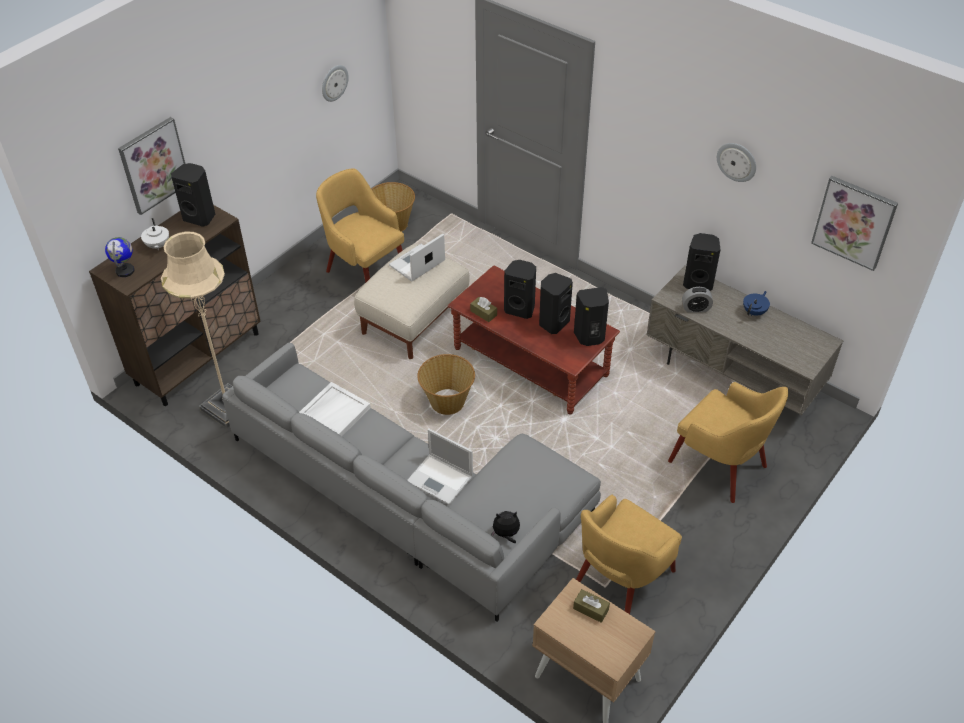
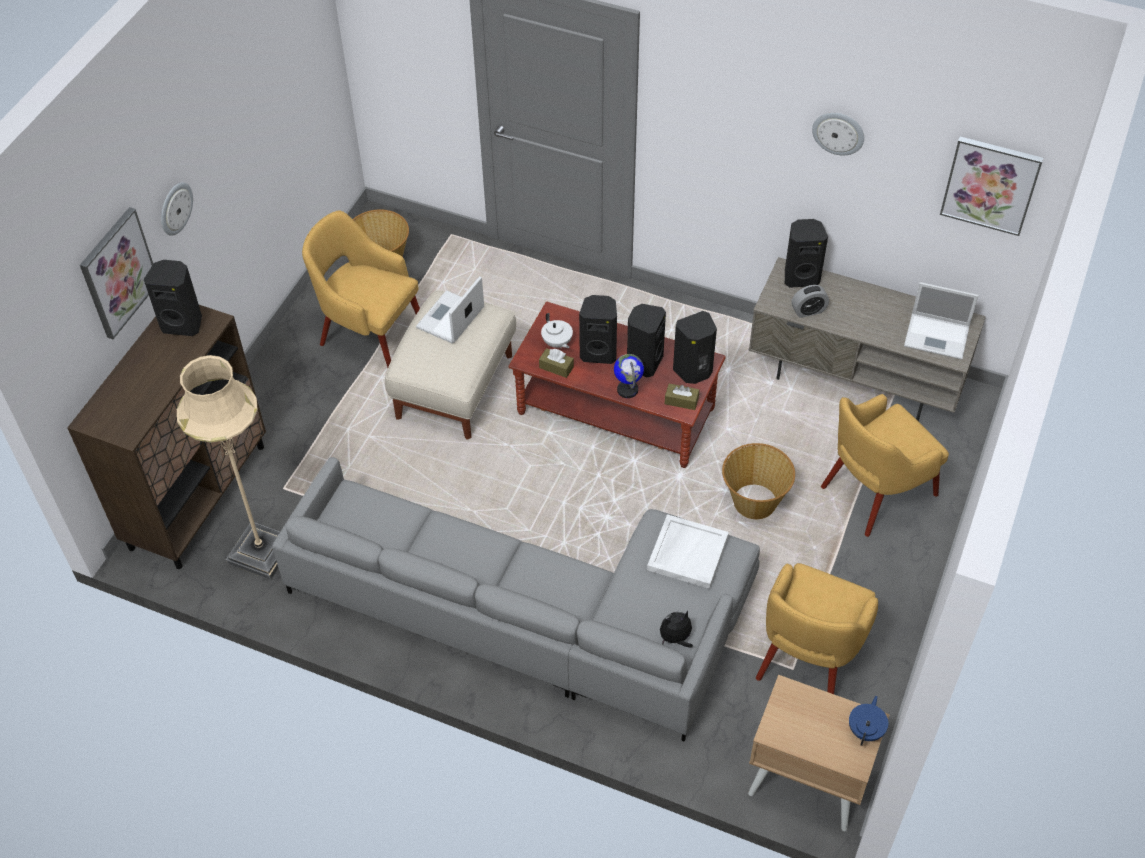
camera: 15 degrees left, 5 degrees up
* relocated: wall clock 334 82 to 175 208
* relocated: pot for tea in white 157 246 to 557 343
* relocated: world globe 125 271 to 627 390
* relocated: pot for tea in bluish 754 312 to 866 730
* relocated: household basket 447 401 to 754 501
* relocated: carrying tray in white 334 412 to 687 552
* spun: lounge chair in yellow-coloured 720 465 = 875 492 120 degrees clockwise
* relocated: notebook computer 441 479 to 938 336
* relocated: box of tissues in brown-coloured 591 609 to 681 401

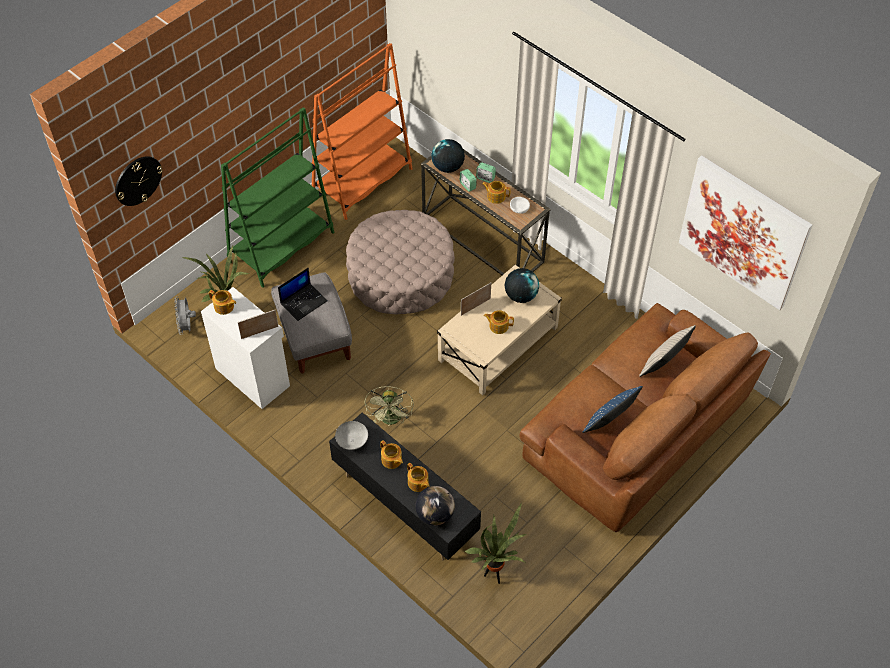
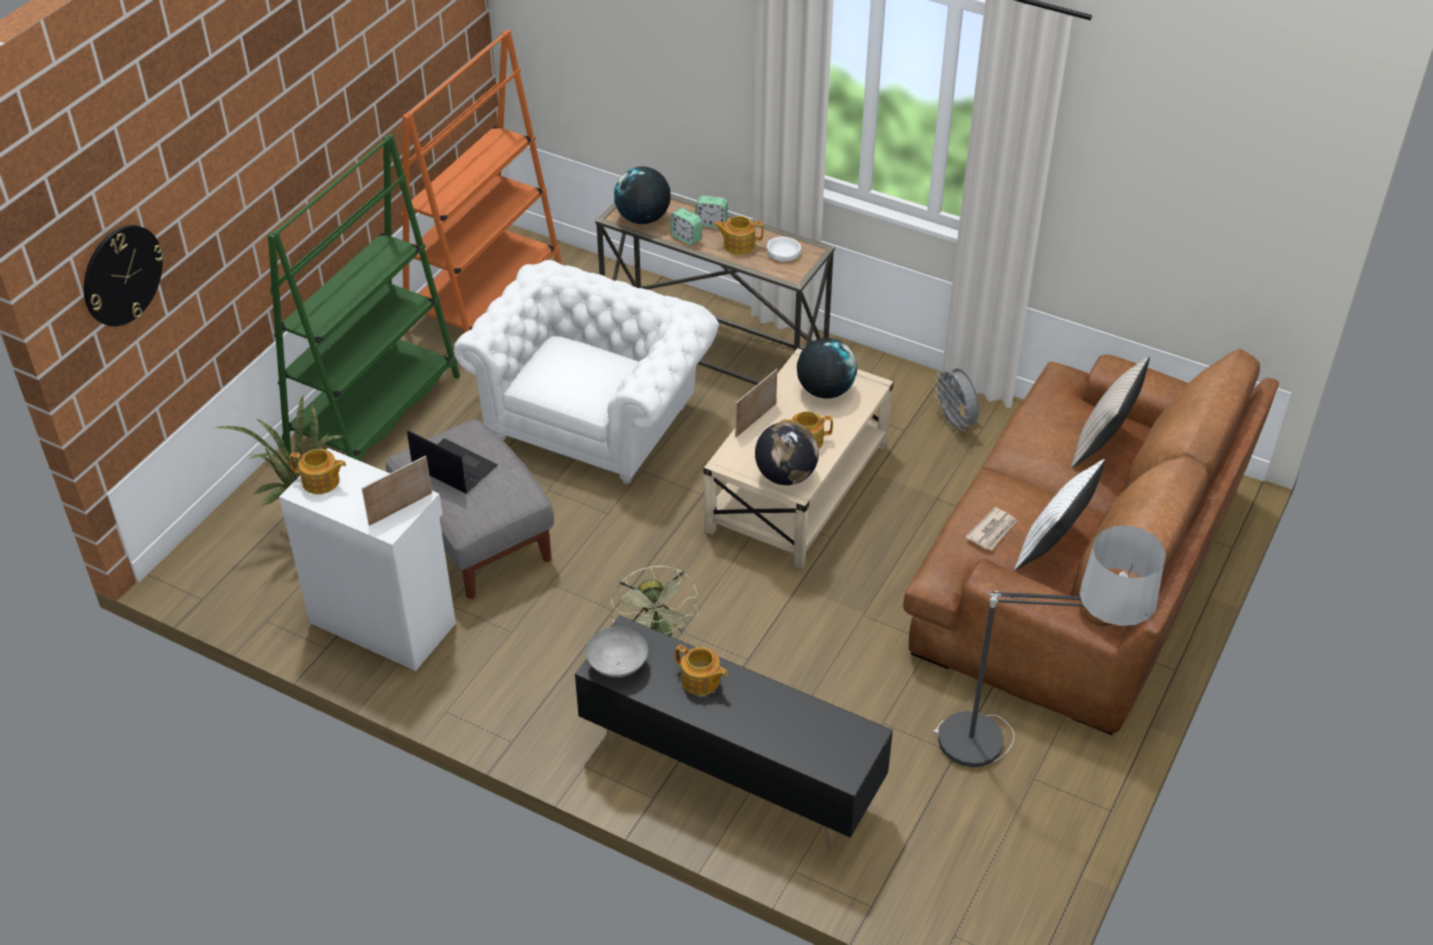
camera: 15 degrees left, 10 degrees down
* missing: wall picture 743 232
* exchanged: pouffe in beige 401 275 to lounge chair in white 595 418
* spun: notebook computer 304 302 = 453 467 90 degrees counterclockwise
* relocated: fan in gray 187 326 to 955 423
* colour: cushion in bluish 609 423 to cushion in white 1053 546
* missing: pot for tea 418 483
* relocated: world globe 435 514 to 786 475
* missing: houseplant 495 575
* appeared: printed paper 992 531
* appeared: standard lamp 1020 761

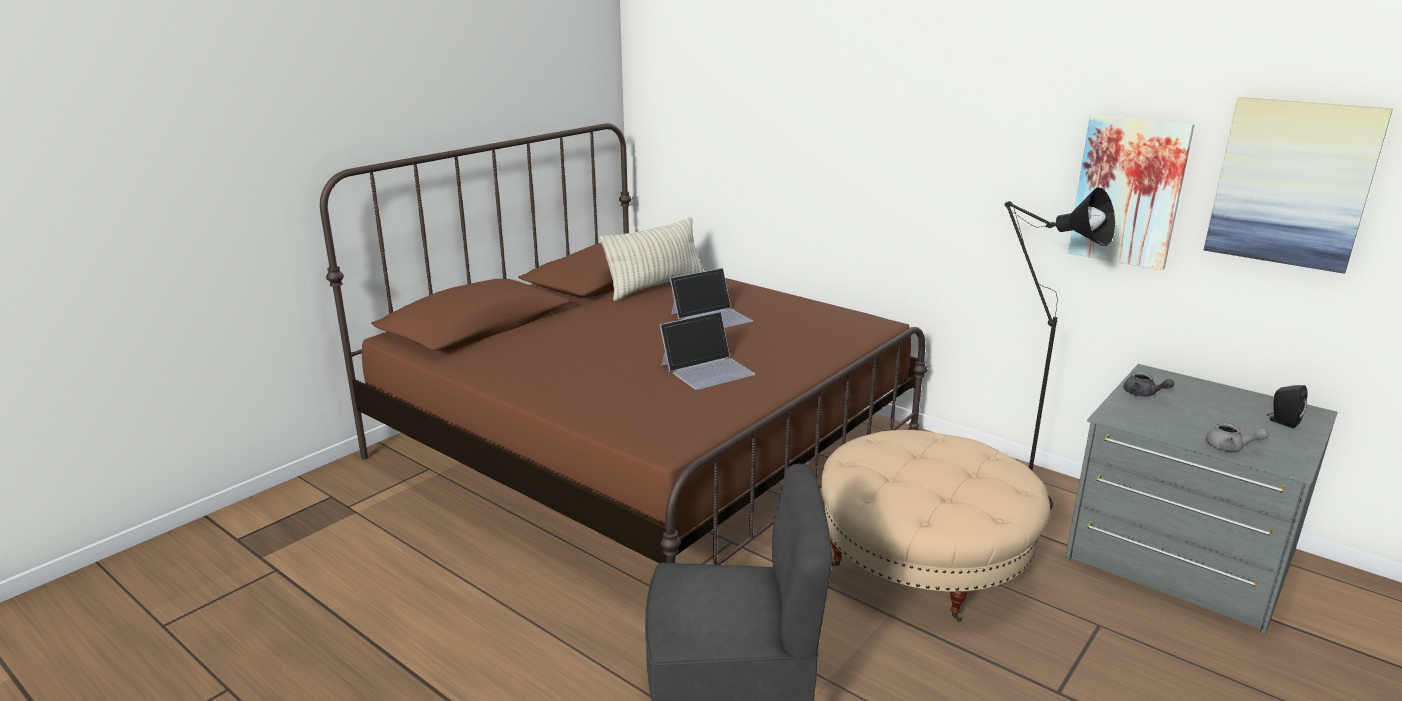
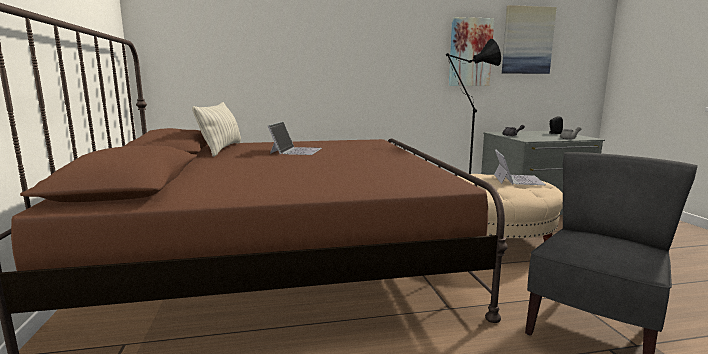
camera: 50 degrees left, 10 degrees down
* relocated: notebook computer 708 369 to 517 179

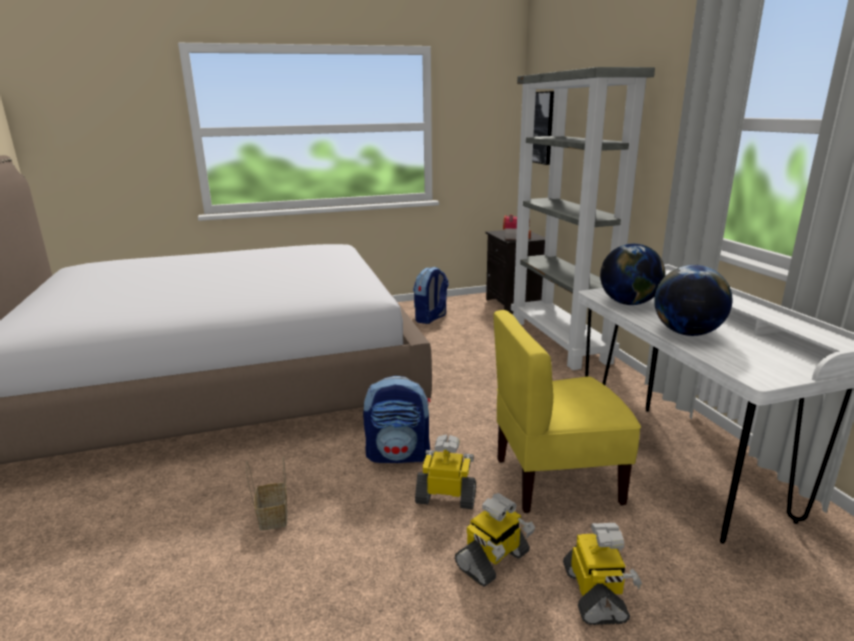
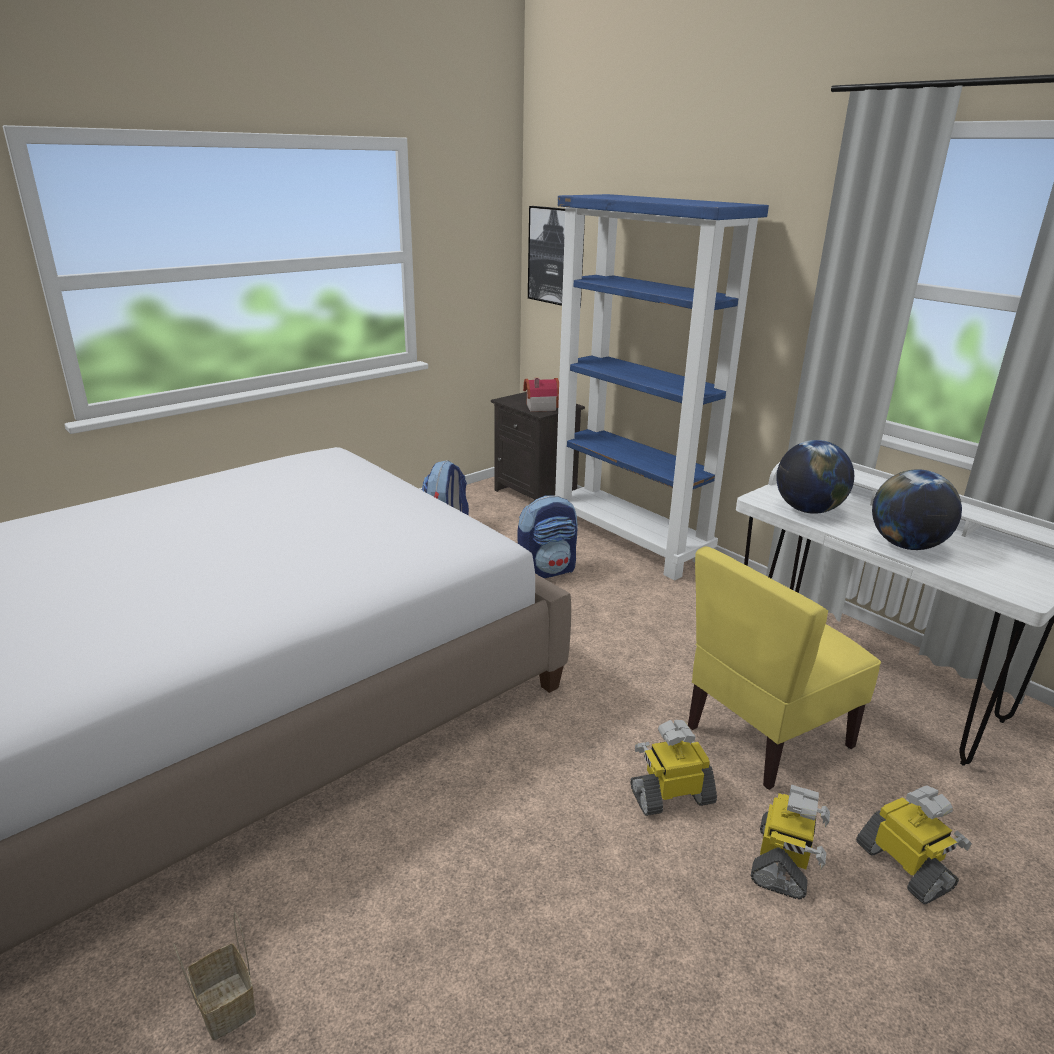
camera: 25 degrees left, 5 degrees up
* colour: bookshelf in gray 560 341 to bookshelf in bluish 630 541
* relocated: knapsack 399 455 to 547 570
* relocated: household basket 272 516 to 224 1004

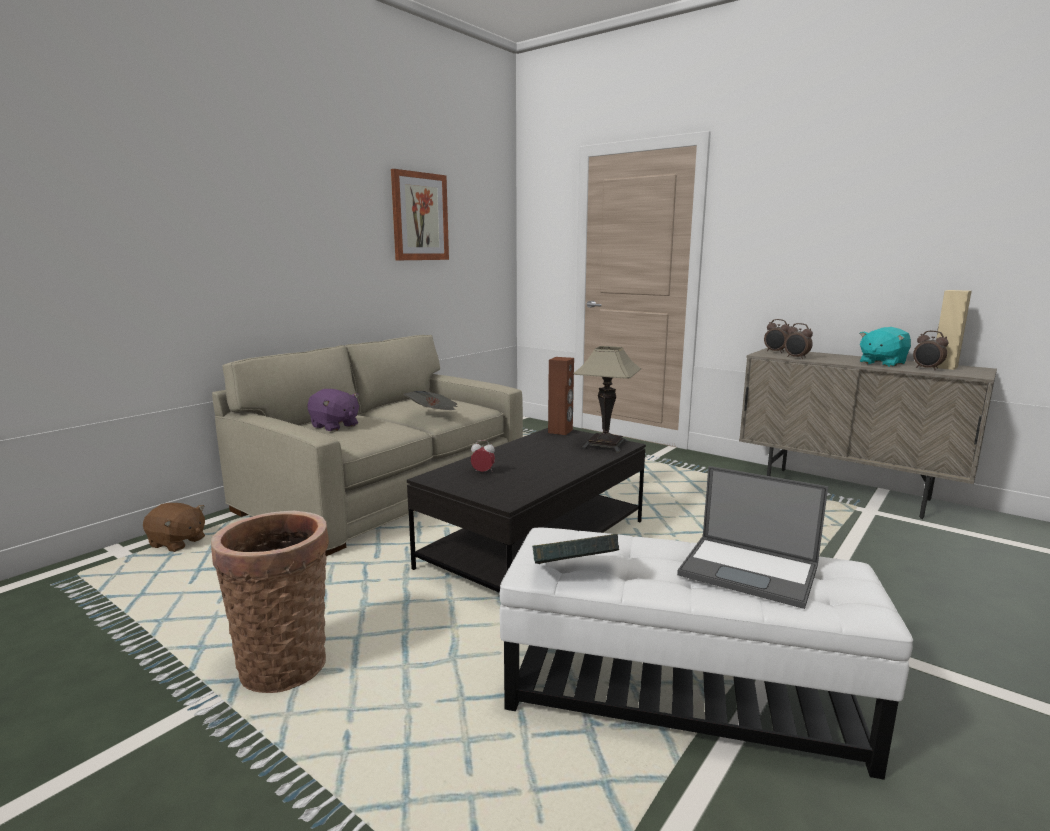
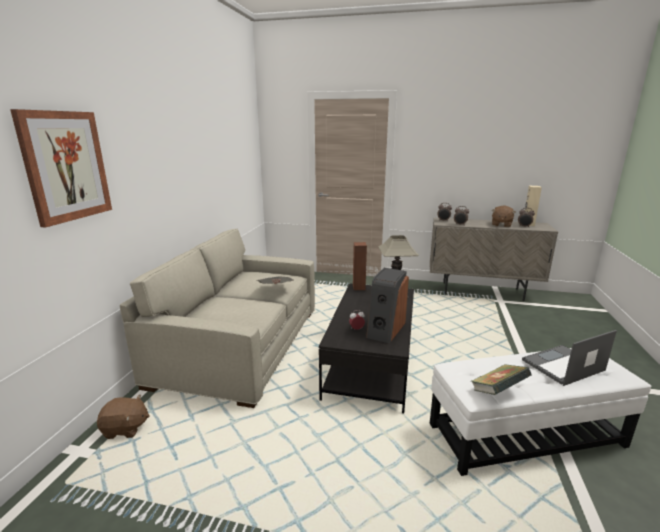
camera: 25 degrees left, 5 degrees up
* relocated: wall picture 419 217 to 66 166
* colour: plush toy in blue-green 882 363 to plush toy in brown-coloured 501 225
* missing: plush toy in purple-coloured 334 426
* spun: notebook computer 750 570 = 562 365 150 degrees clockwise
* missing: household basket 285 663
* appeared: audio speaker 385 329

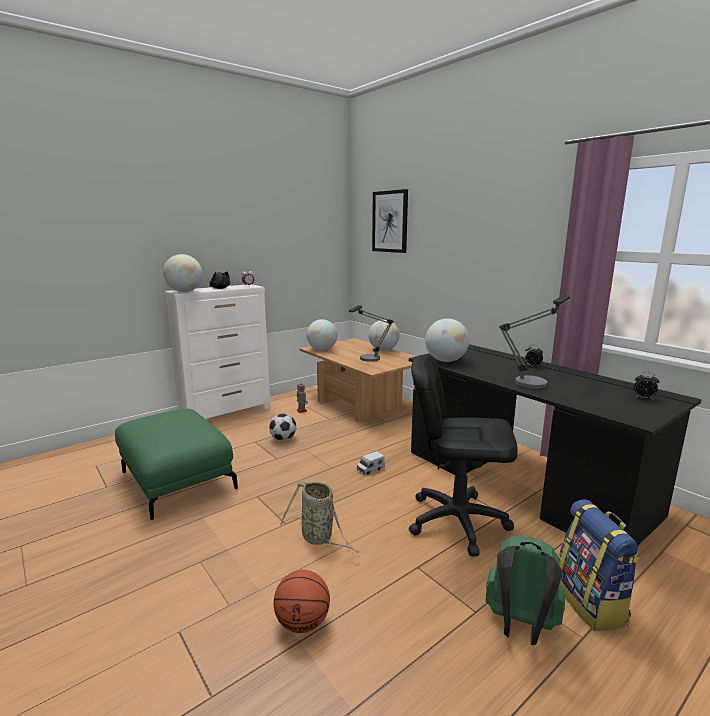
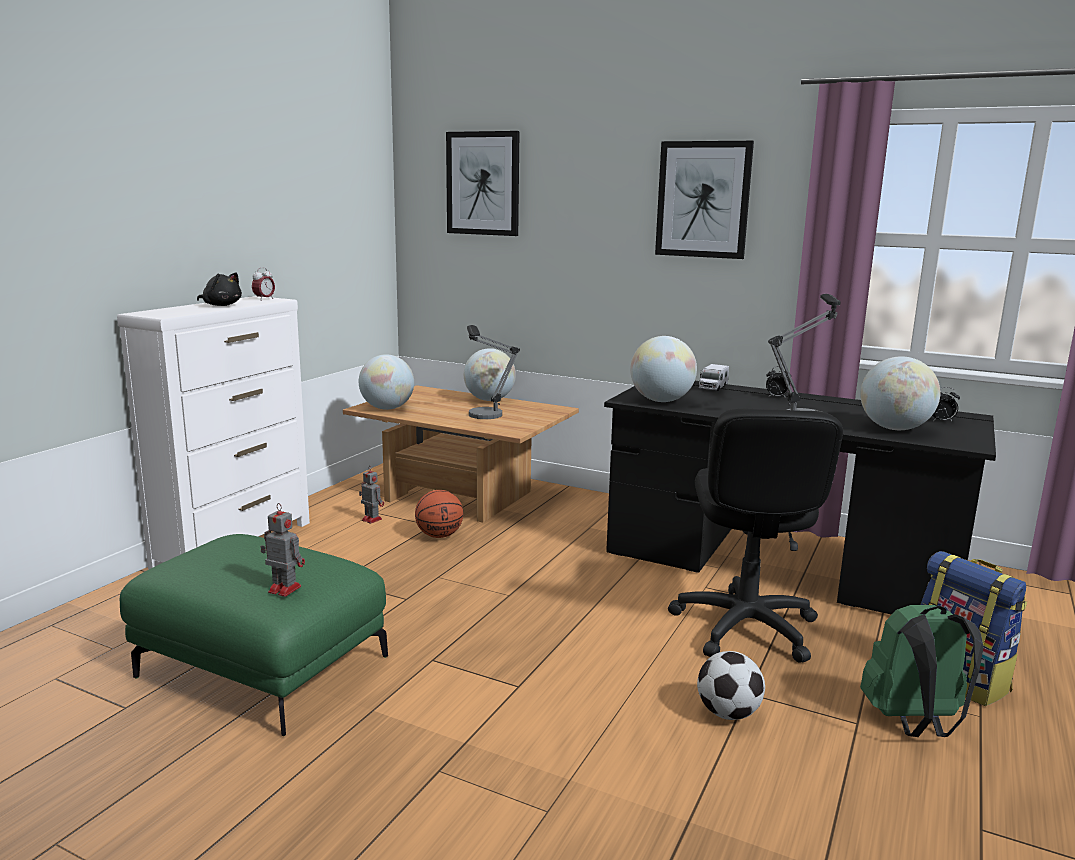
camera: 25 degrees left, 0 degrees up
* relocated: world globe 184 291 to 894 428
* spun: office chair in black 457 521 = 744 627 75 degrees counterclockwise
* relocated: football 283 439 to 728 713
* relocated: toy lorry 370 469 to 712 387
* missing: household basket 319 538
* relocated: ball for basketball 302 622 to 439 535
* appeared: wall picture 703 199
* appeared: toy robot 283 589

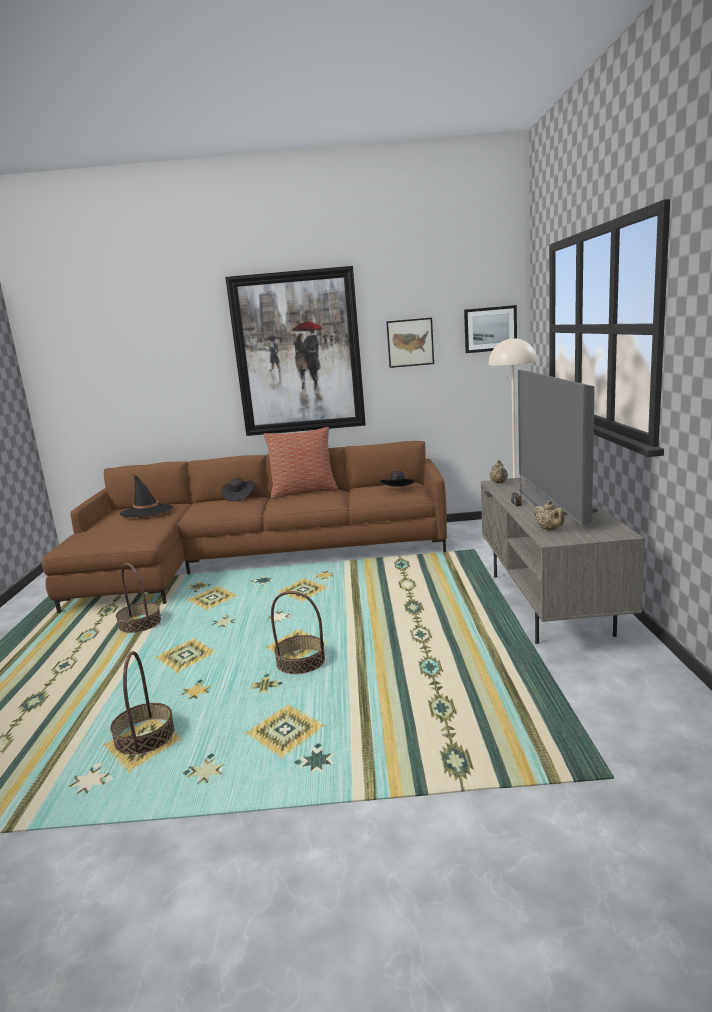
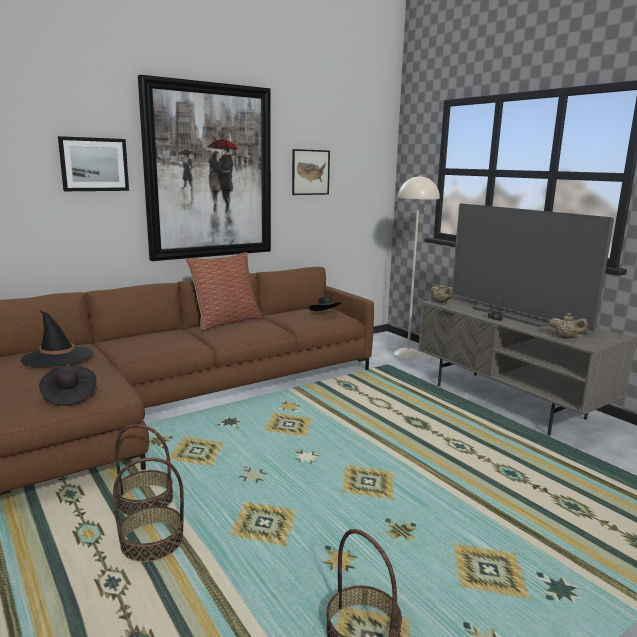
camera: 35 degrees left, 0 degrees up
* relocated: wall picture 490 329 to 94 164
* relocated: wearable hat in black 239 497 to 69 396
* relocated: household basket 301 662 to 152 542

